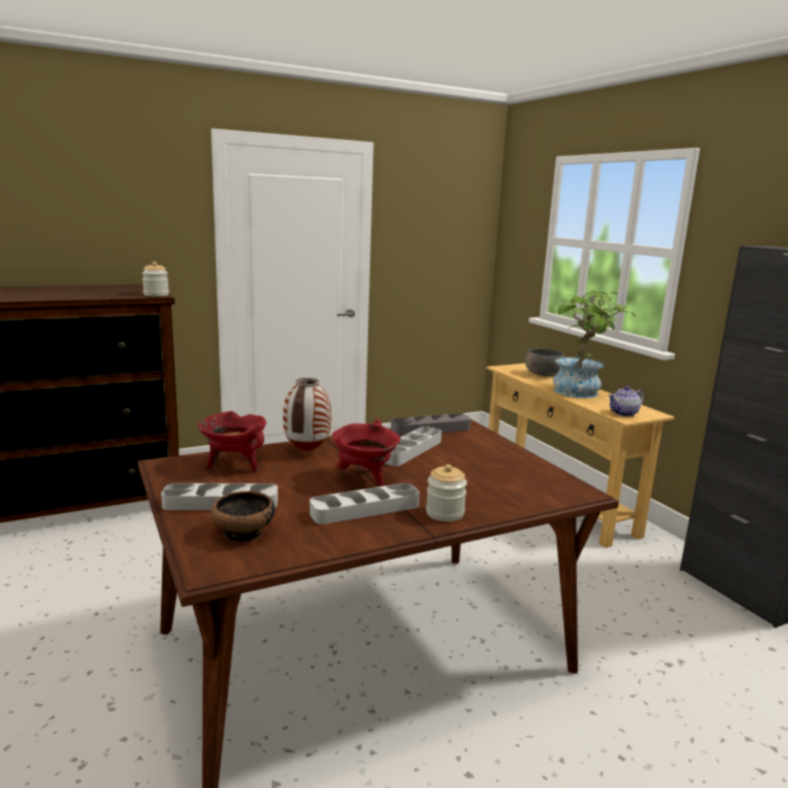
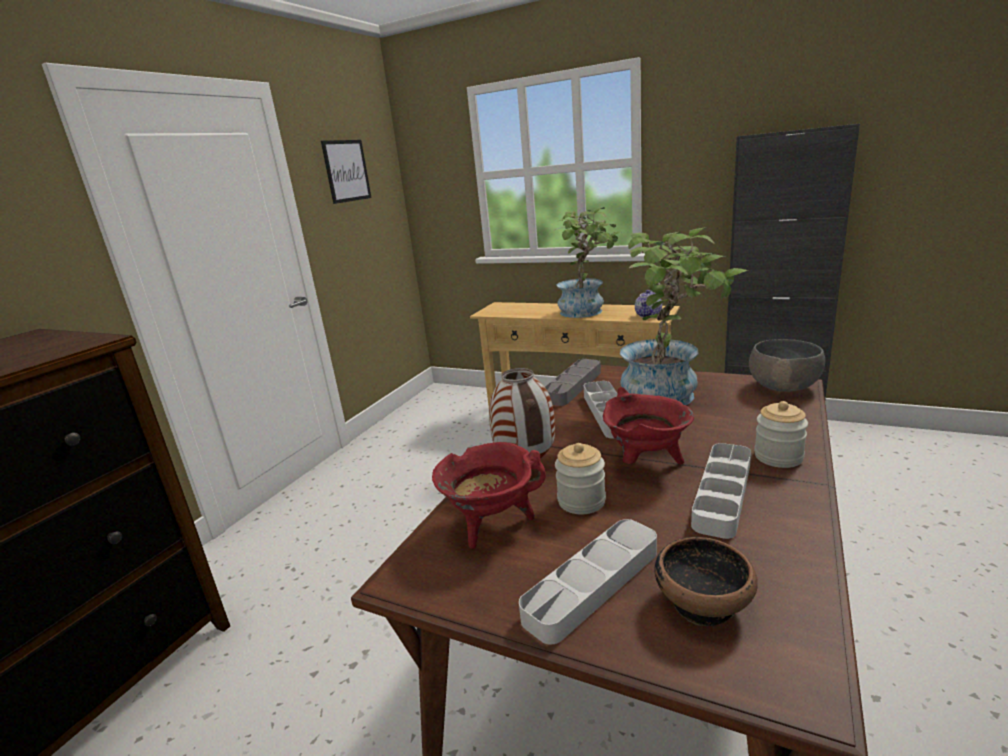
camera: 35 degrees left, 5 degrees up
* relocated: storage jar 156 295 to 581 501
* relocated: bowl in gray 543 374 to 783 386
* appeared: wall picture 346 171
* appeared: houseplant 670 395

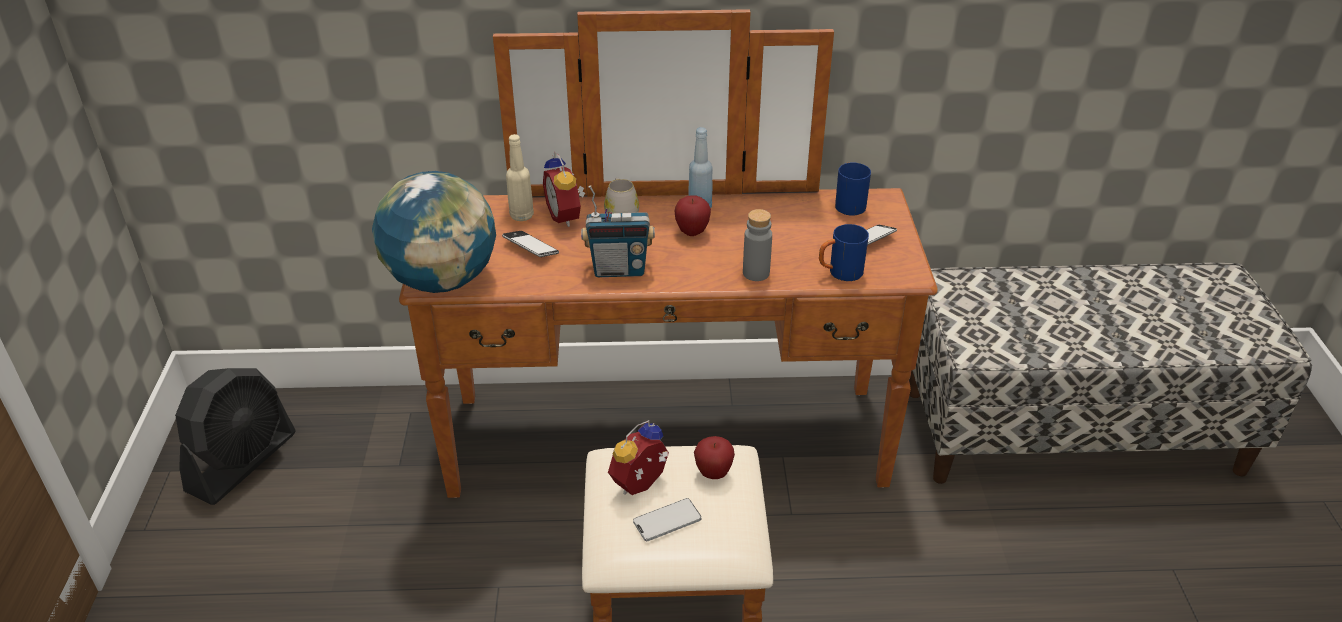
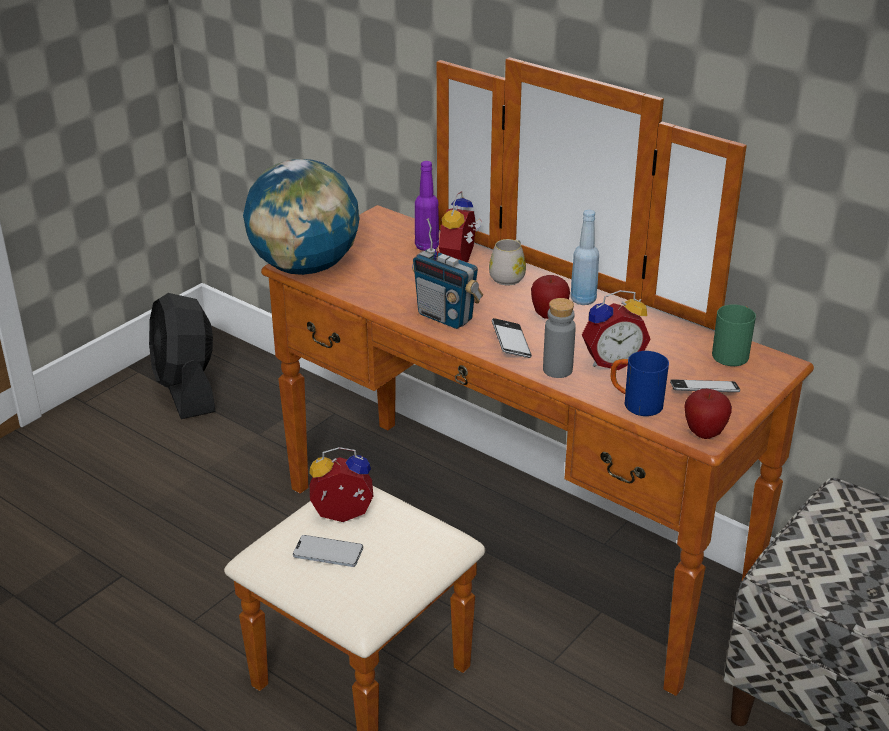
camera: 40 degrees right, 5 degrees down
* colour: drink bottle in beige 522 216 to drink bottle in purple-coloured 427 246
* colour: mug in bluish 848 204 to mug in greenish 733 353
* relocated: phone 531 248 to 511 343
* spun: fan in black 242 462 = 187 389 90 degrees clockwise
* relocated: whole apple 713 473 to 704 433
* appeared: alarm clock 611 360

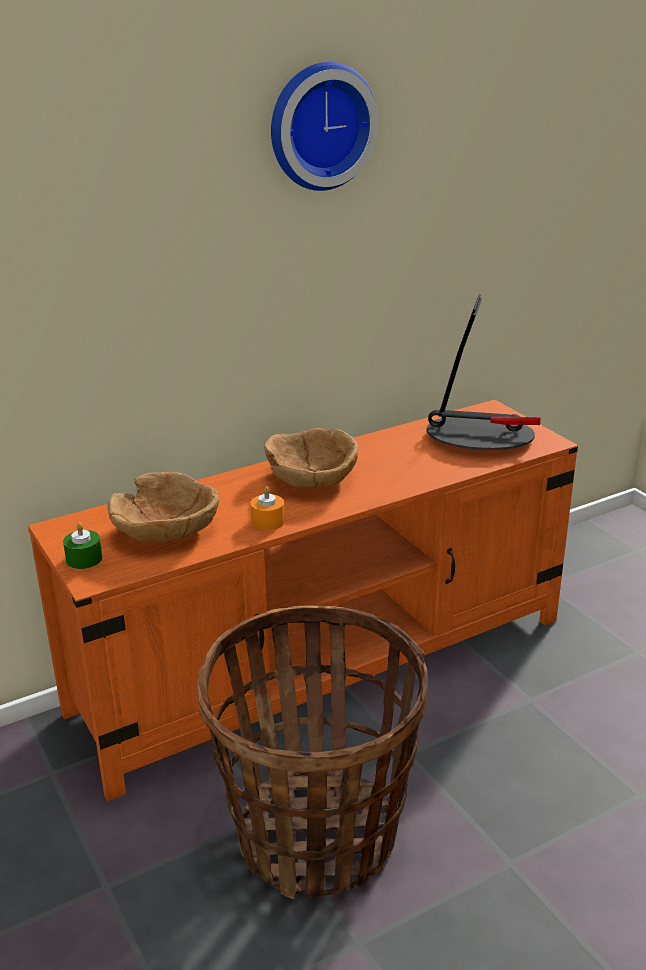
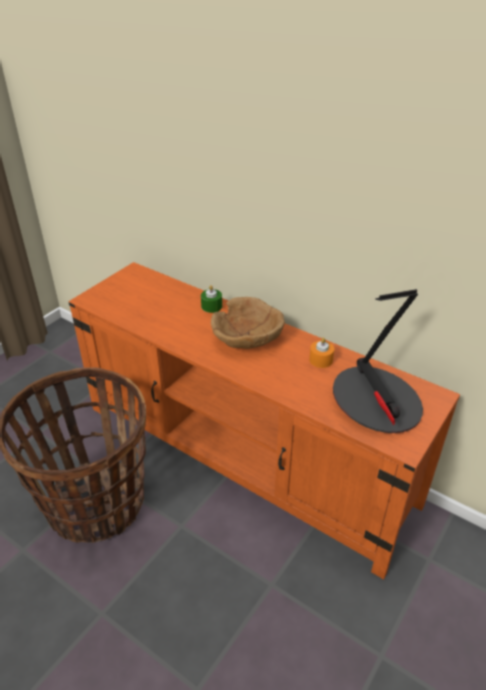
camera: 65 degrees right, 10 degrees up
* missing: wall clock 319 126
* missing: bowl in brown-coloured 167 530
* relocated: wax light in orangey 268 521 to 321 360
* relocated: wax light in greenish 84 559 to 211 306

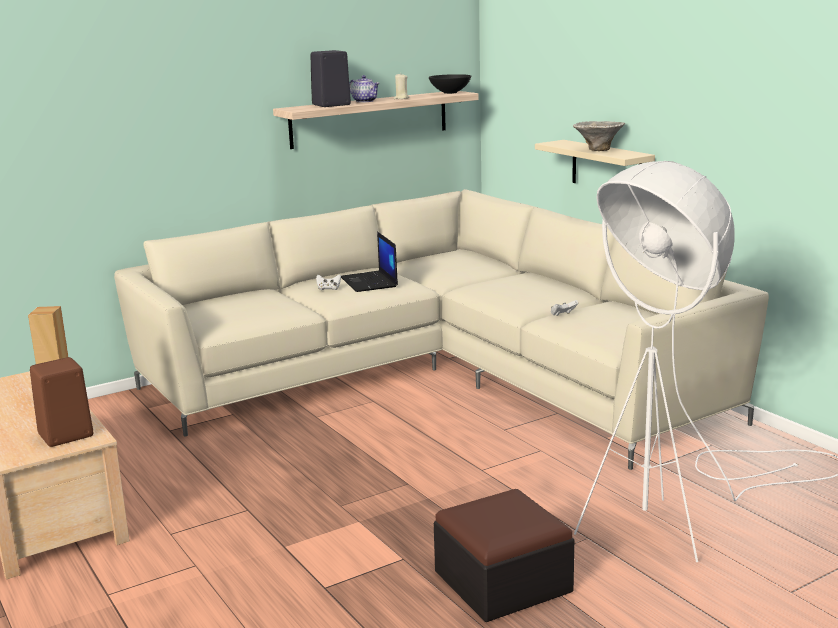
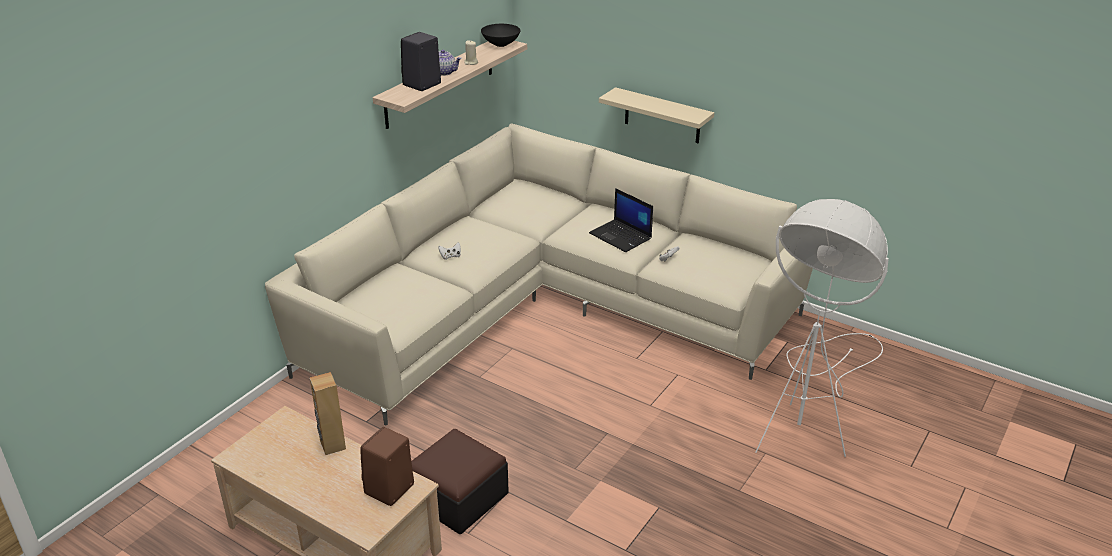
camera: 25 degrees left, 15 degrees up
* missing: bowl 597 150
* relocated: notebook computer 370 282 to 621 236
* relocated: pouffe 502 582 to 458 497

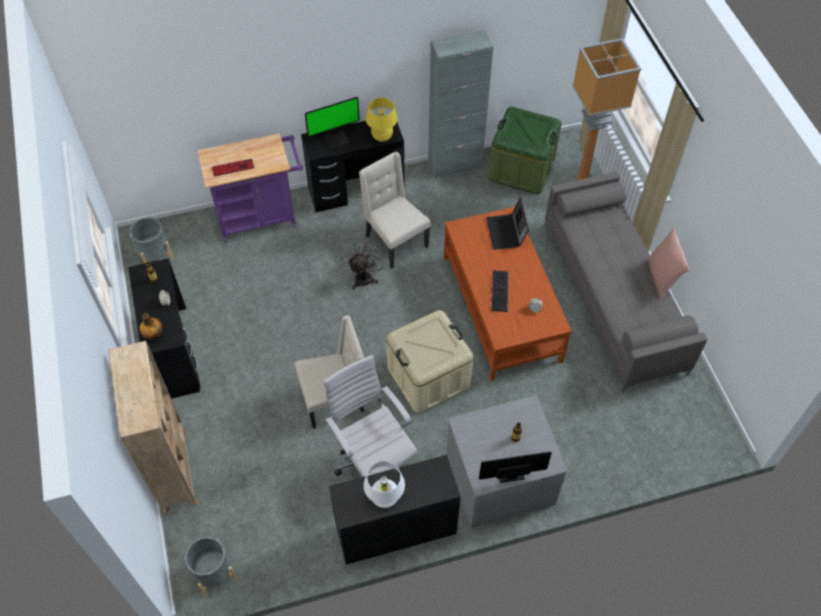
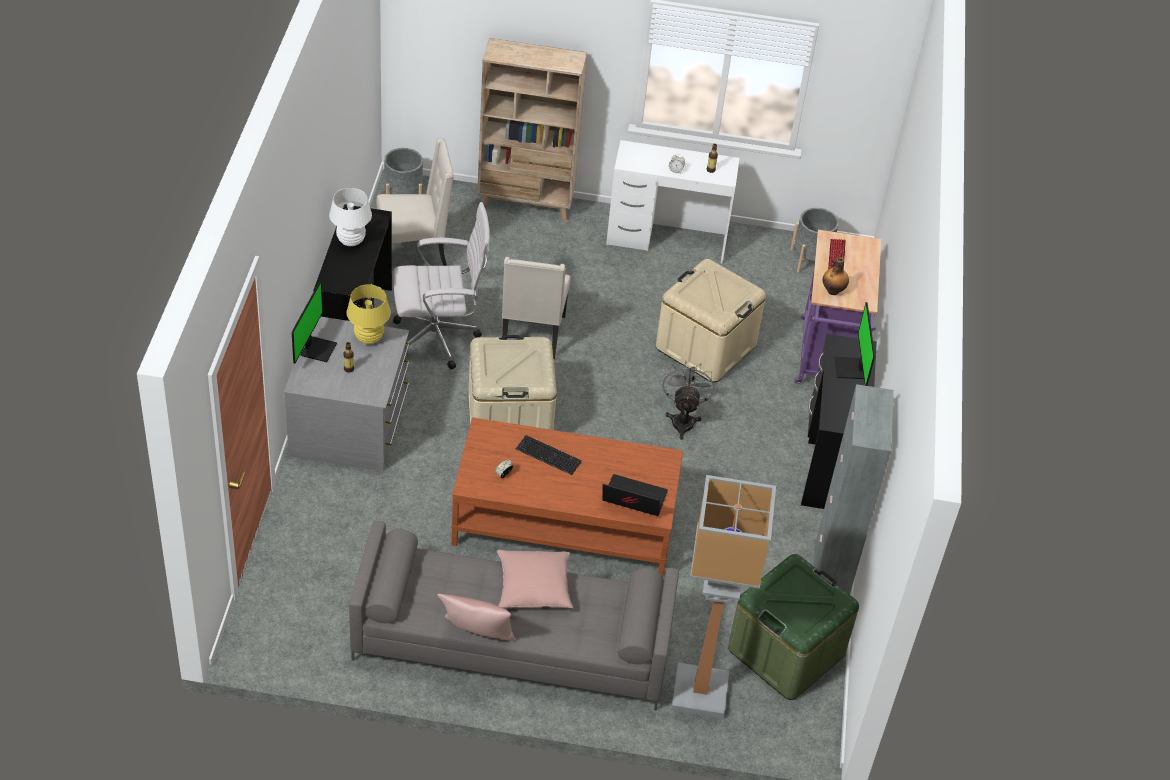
camera: 110 degrees right, 10 degrees down
* relocated: tabletop lamp in yellow-coloured 382 137 to 369 338
* relocated: upright chair in beige 394 241 to 414 253
* spun: fan in gray 366 276 = 683 419 150 degrees counterclockwise
* colour: desk in black 174 352 to desk in white 667 239
* relocated: drink bottle 154 335 to 833 290
* appeared: storage container in beige 705 347
* appeared: cushion in pink 533 587

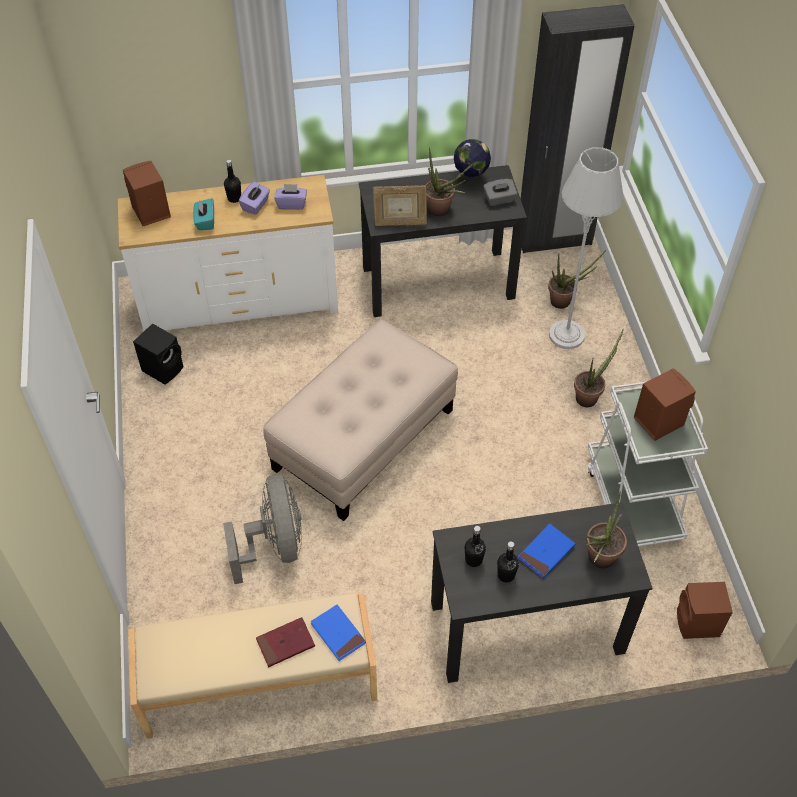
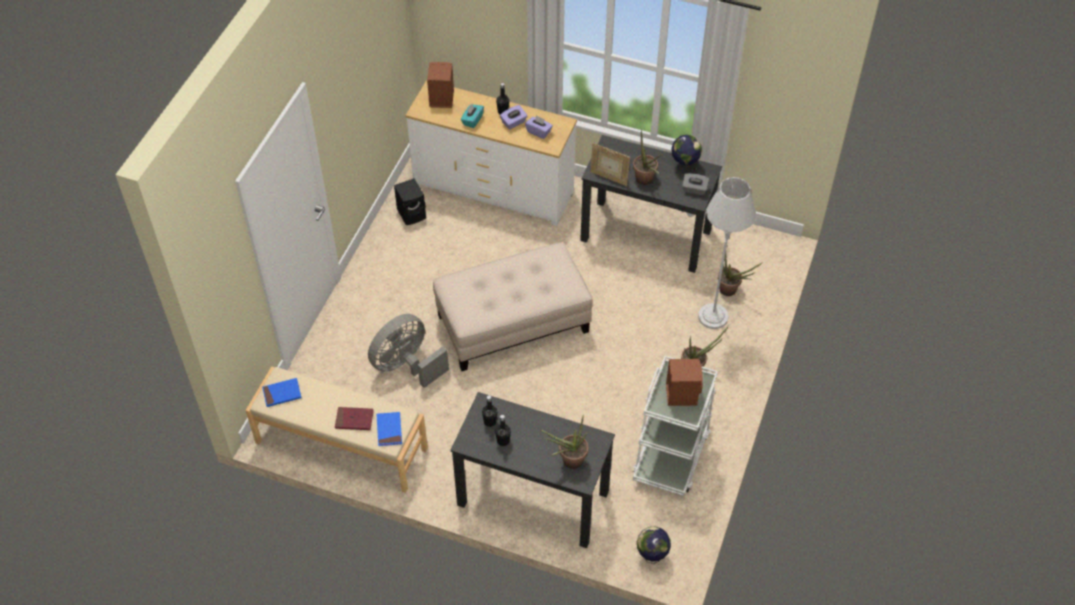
camera: 30 degrees right, 0 degrees up
* missing: clothes cupboard in black 554 240
* spun: fan in gray 274 545 = 406 365 150 degrees counterclockwise
* relocated: bound book in bluish 546 552 to 282 393
* exchanged: audio speaker in brown-coloured 697 624 to world globe 651 556

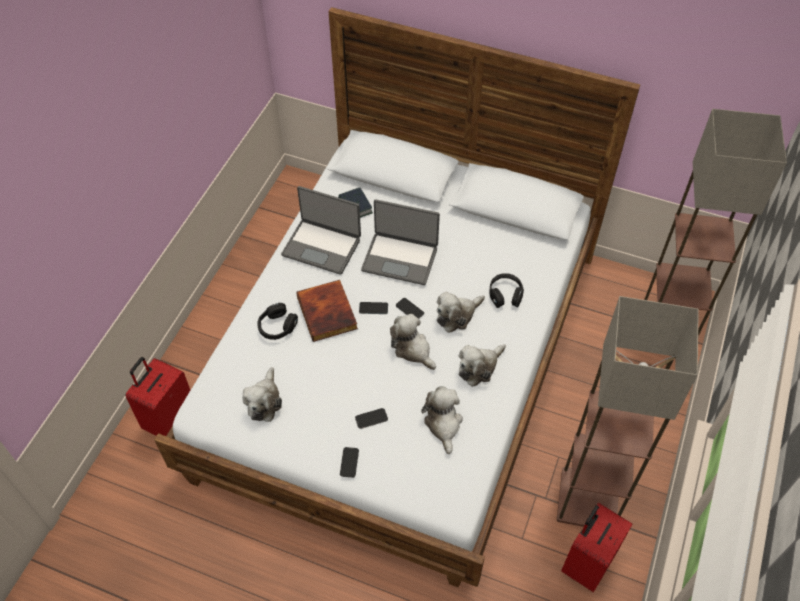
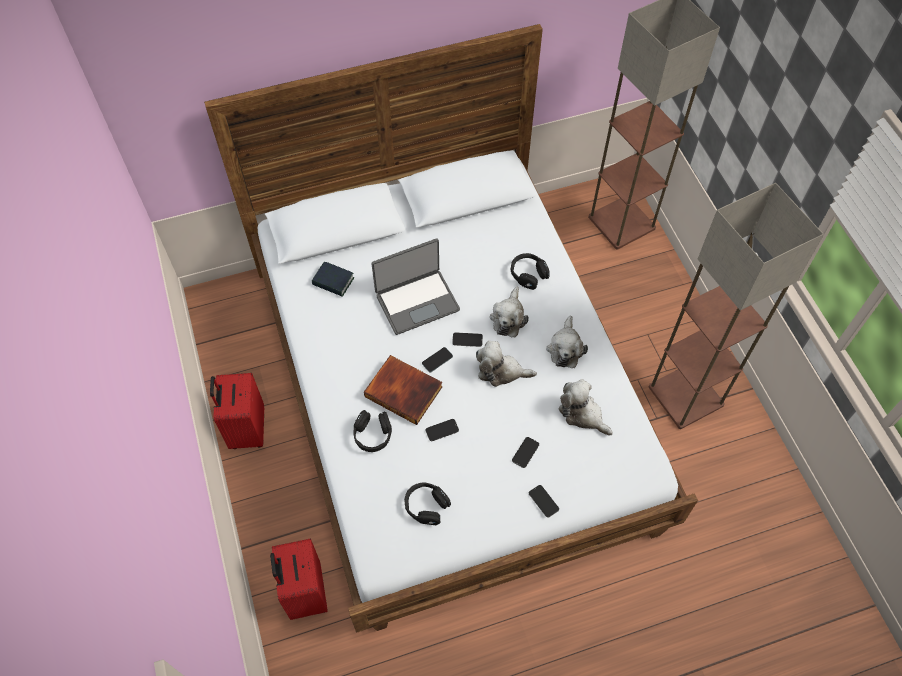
camera: 40 degrees left, 5 degrees up
* missing: notebook computer 322 246
* exchanged: plush toy 264 401 to headset in black 426 506
* relocated: travel case in red 586 563 to 247 430
* appeared: phone 442 430

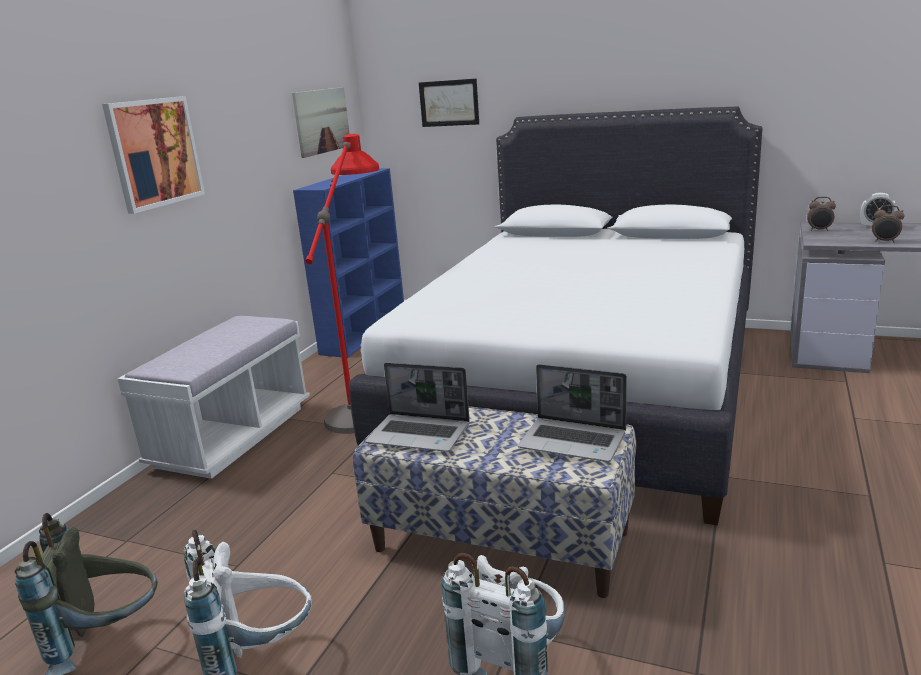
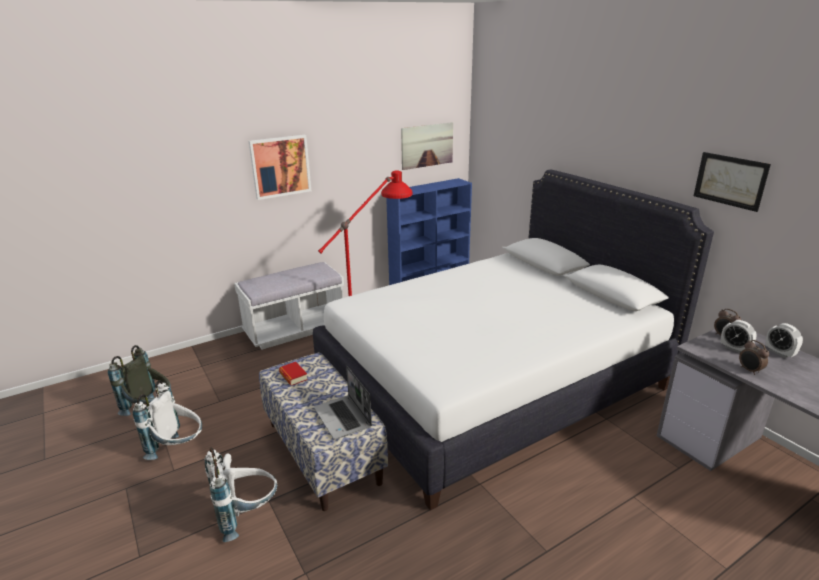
camera: 35 degrees right, 5 degrees up
* relocated: wall picture 449 103 to 730 180
* exchanged: notebook computer 420 434 to bound book 293 376
* appeared: alarm clock 734 349

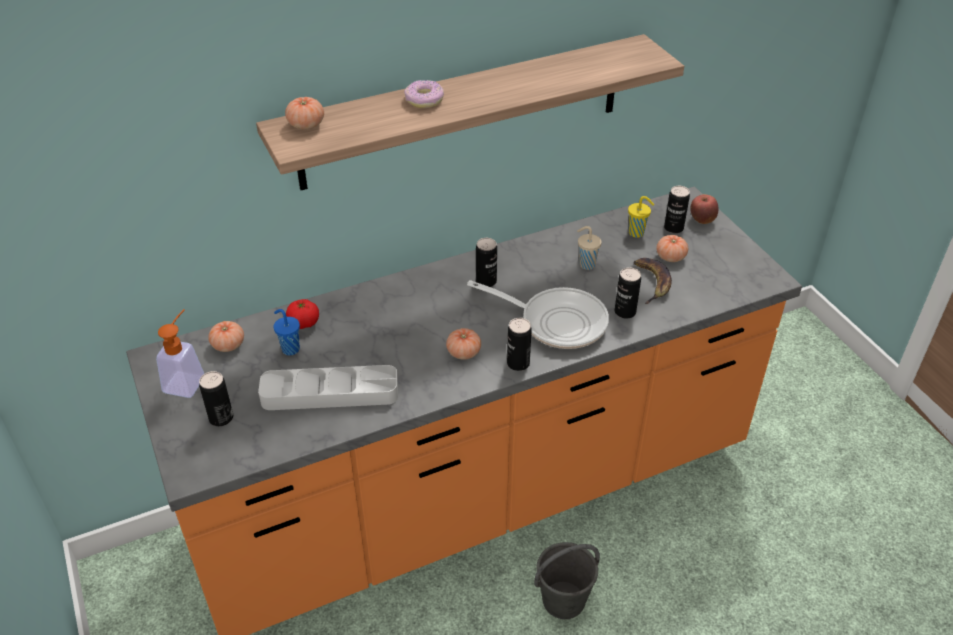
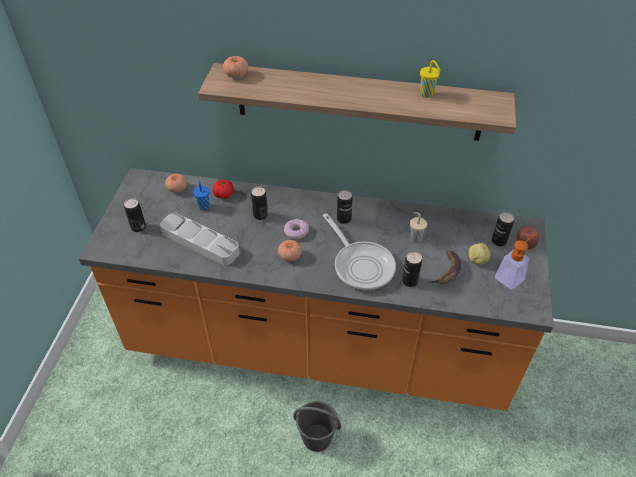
camera: 35 degrees right, 5 degrees up
* relocated: doughnut 424 100 to 296 232
* relocated: small cup in yellow-coloured 637 233 to 427 94
* exchanged: tomato 670 257 to spud 476 260
* relocated: soap bottle 187 379 to 512 276
* relocated: metal can 518 363 to 260 215

